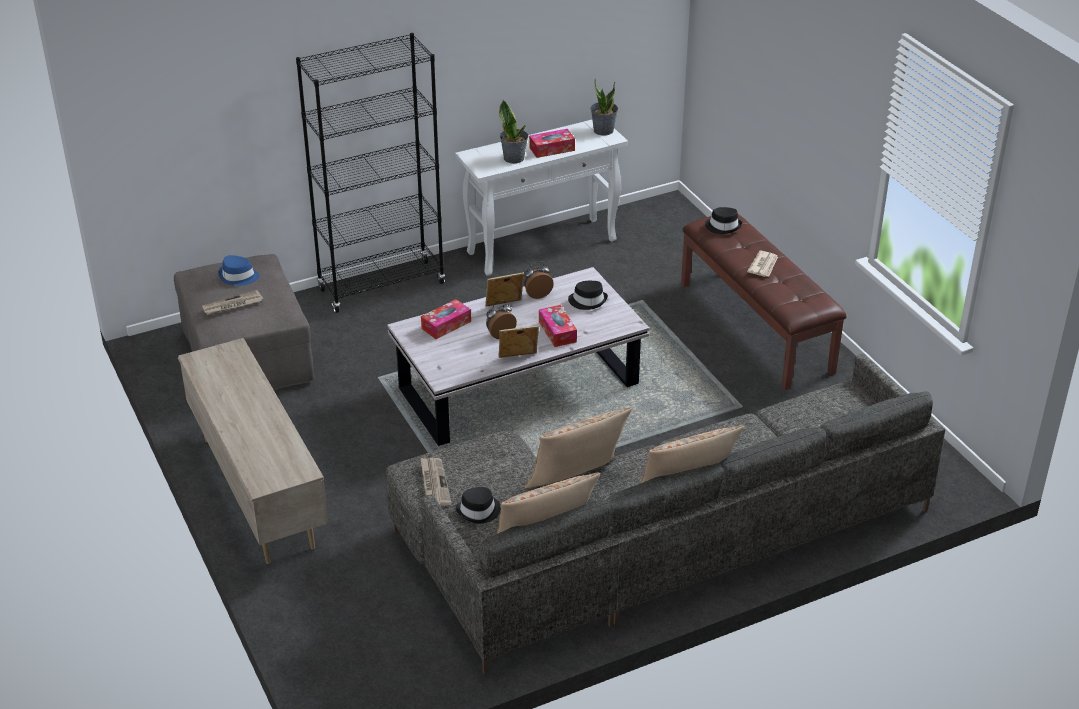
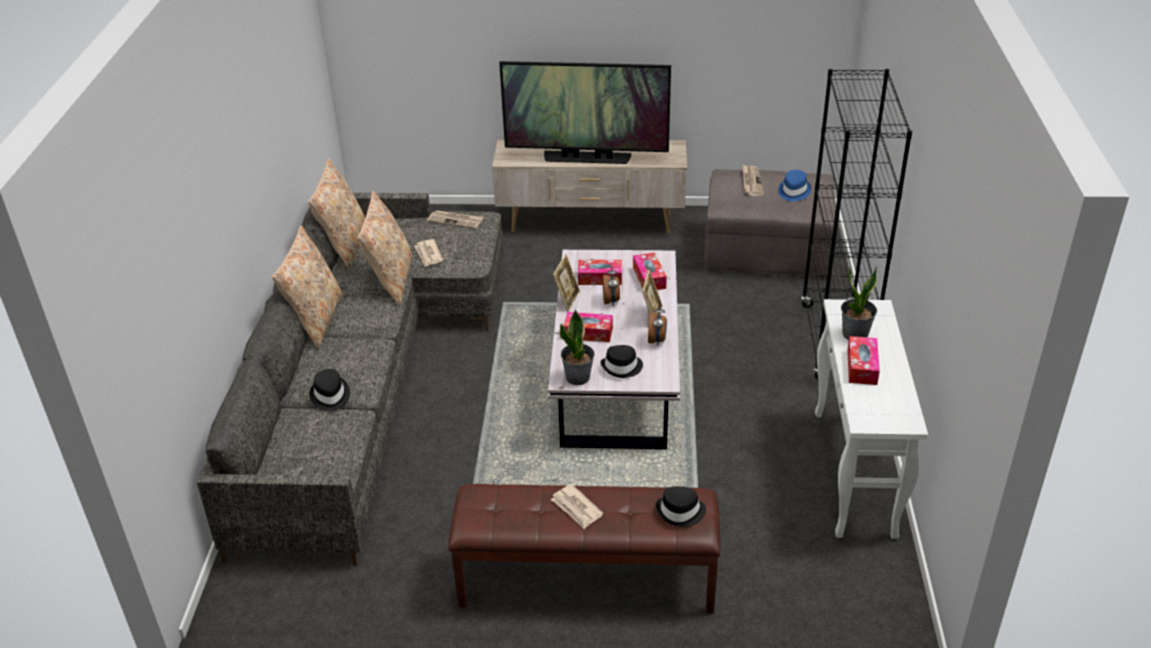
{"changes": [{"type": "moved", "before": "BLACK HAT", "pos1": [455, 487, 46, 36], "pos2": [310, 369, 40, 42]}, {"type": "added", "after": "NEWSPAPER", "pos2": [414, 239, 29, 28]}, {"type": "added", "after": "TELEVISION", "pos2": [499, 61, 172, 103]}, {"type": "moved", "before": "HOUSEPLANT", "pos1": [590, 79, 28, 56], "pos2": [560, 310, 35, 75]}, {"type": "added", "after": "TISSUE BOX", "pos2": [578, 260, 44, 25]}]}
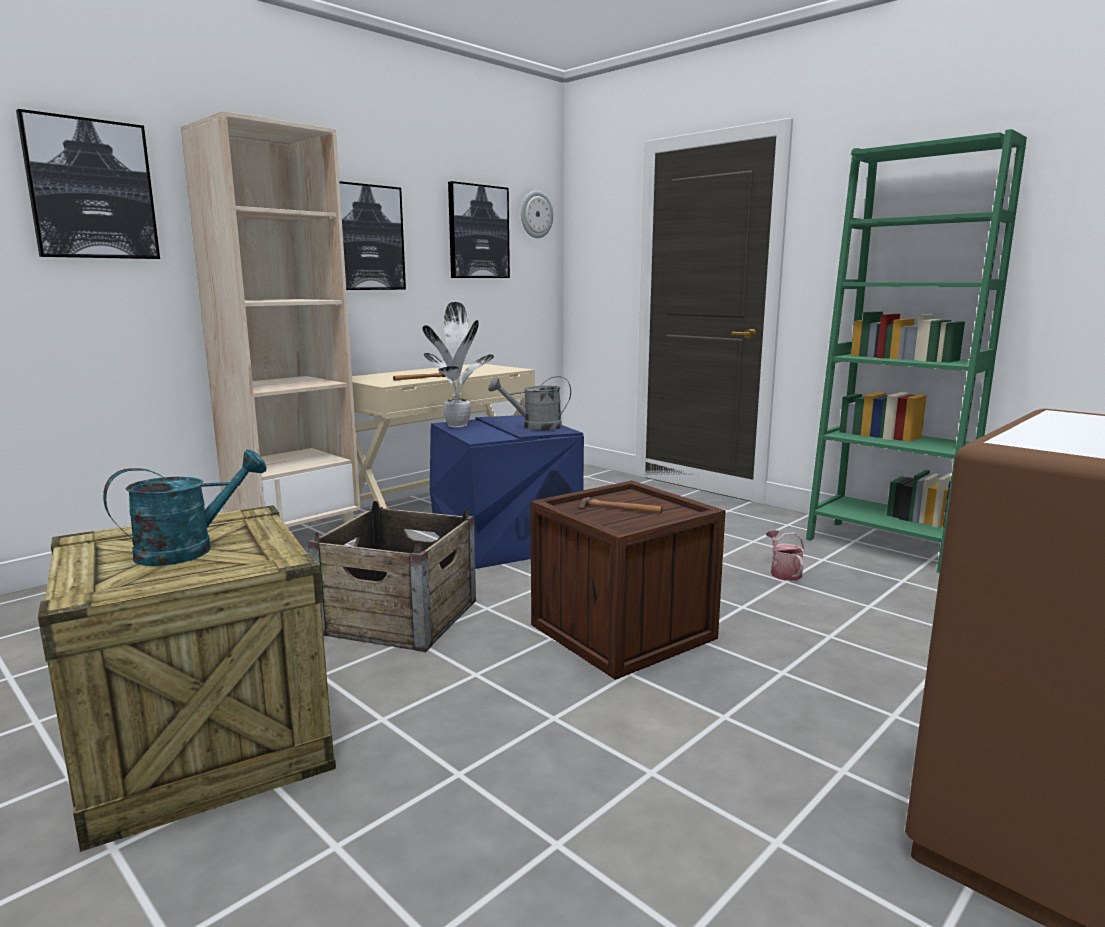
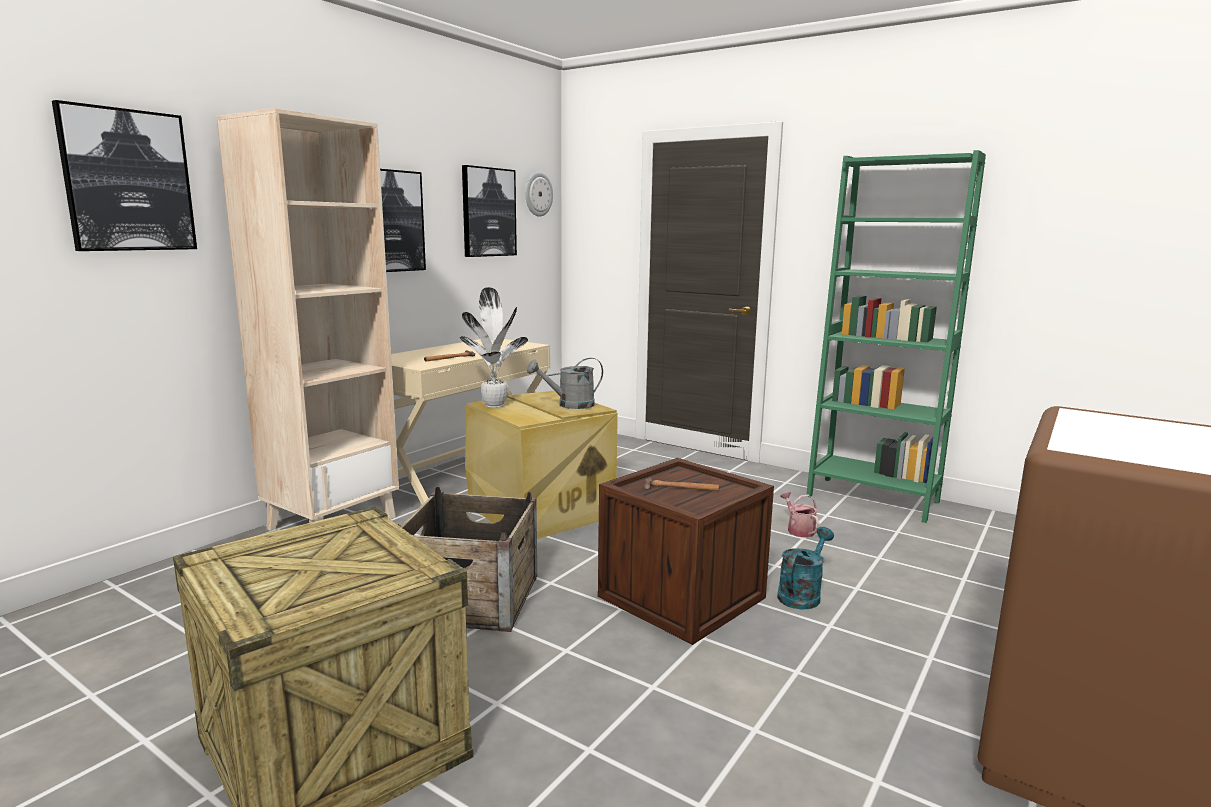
{"changes": [{"type": "recoloured", "before": "BLUE-COLOURED STORAGE CONTAINER", "after": "BEIGE STORAGE CONTAINER", "pos1": [430, 415, 154, 154], "pos2": [465, 391, 153, 148]}, {"type": "moved", "before": "BLUE-GREEN SPRINKLING CAN", "pos1": [103, 449, 164, 117], "pos2": [777, 527, 57, 82]}]}
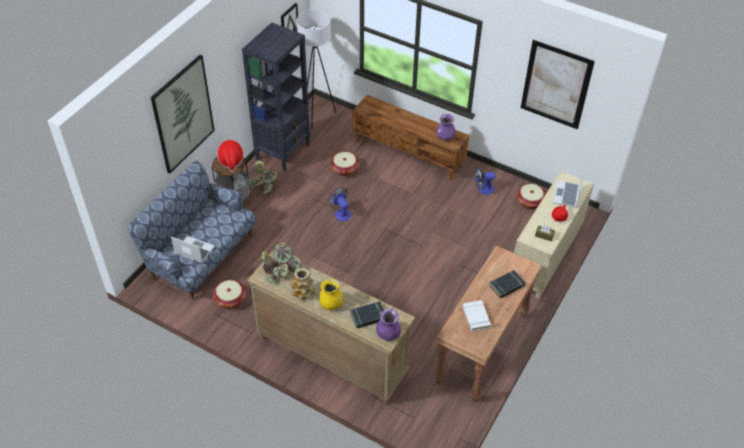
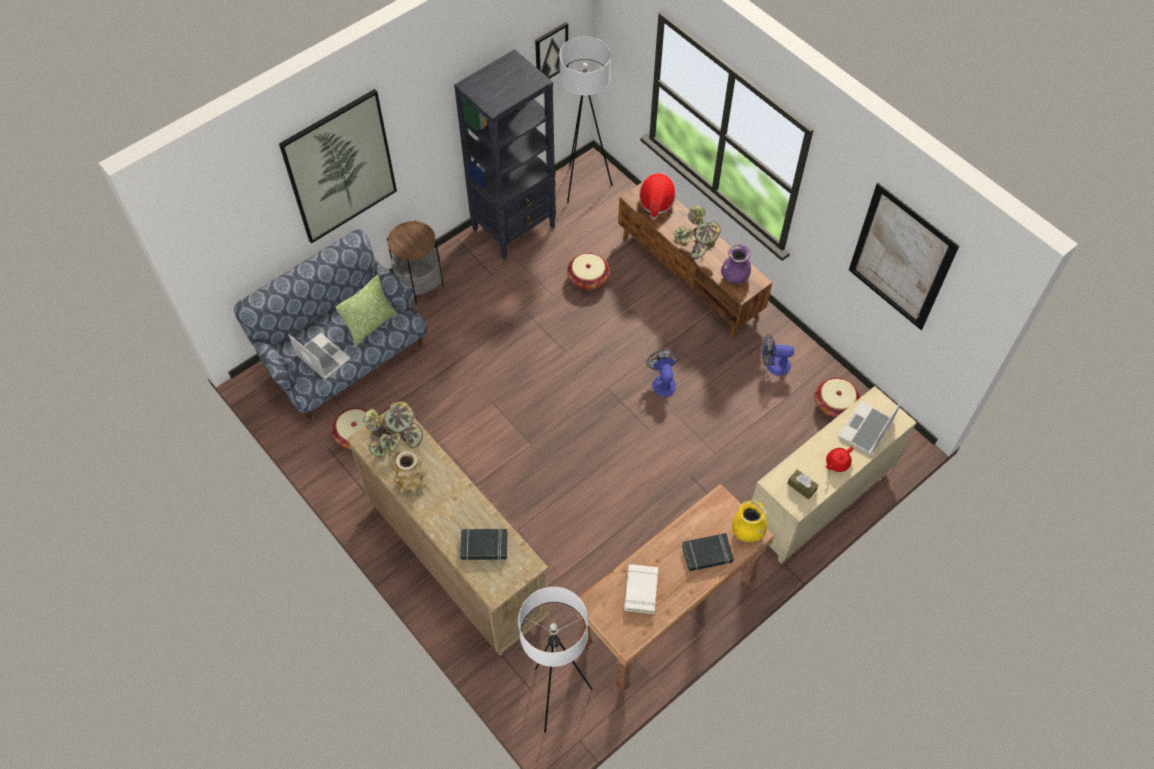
{"changes": [{"type": "added", "after": "CUSHION", "pos2": [335, 275, 62, 72]}, {"type": "added", "after": "WHITISH STANDARD LAMP", "pos2": [518, 587, 75, 146]}, {"type": "moved", "before": "HAT", "pos1": [217, 140, 27, 32], "pos2": [639, 173, 37, 47]}, {"type": "moved", "before": "ELECTRIC FAN", "pos1": [328, 188, 23, 33], "pos2": [646, 349, 33, 48]}, {"type": "moved", "before": "HOUSEPLANT", "pos1": [249, 161, 29, 34], "pos2": [674, 206, 47, 53]}, {"type": "moved", "before": "YELLOWISH VASE", "pos1": [319, 279, 25, 31], "pos2": [732, 500, 35, 42]}, {"type": "removed", "before": "PURPLE-COLOURED VASE", "pos1": [376, 309, 25, 32]}]}
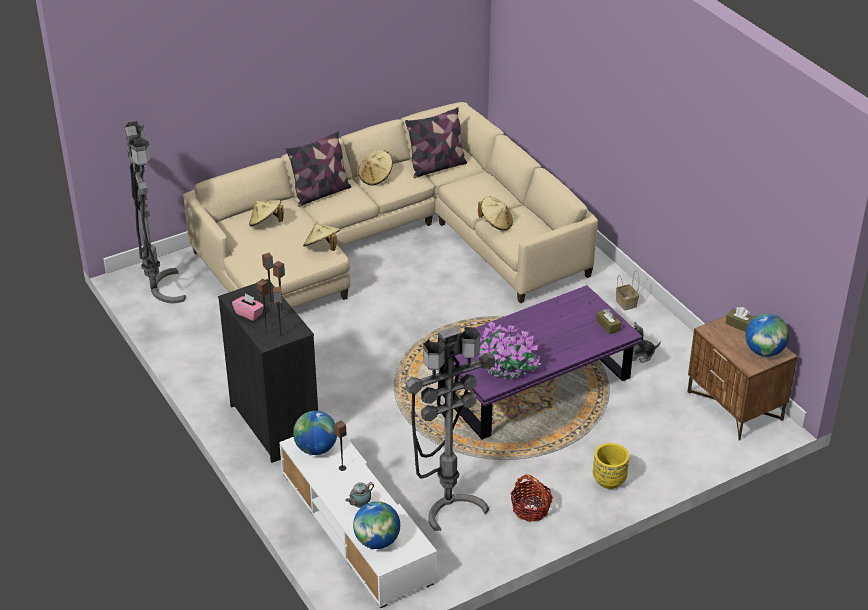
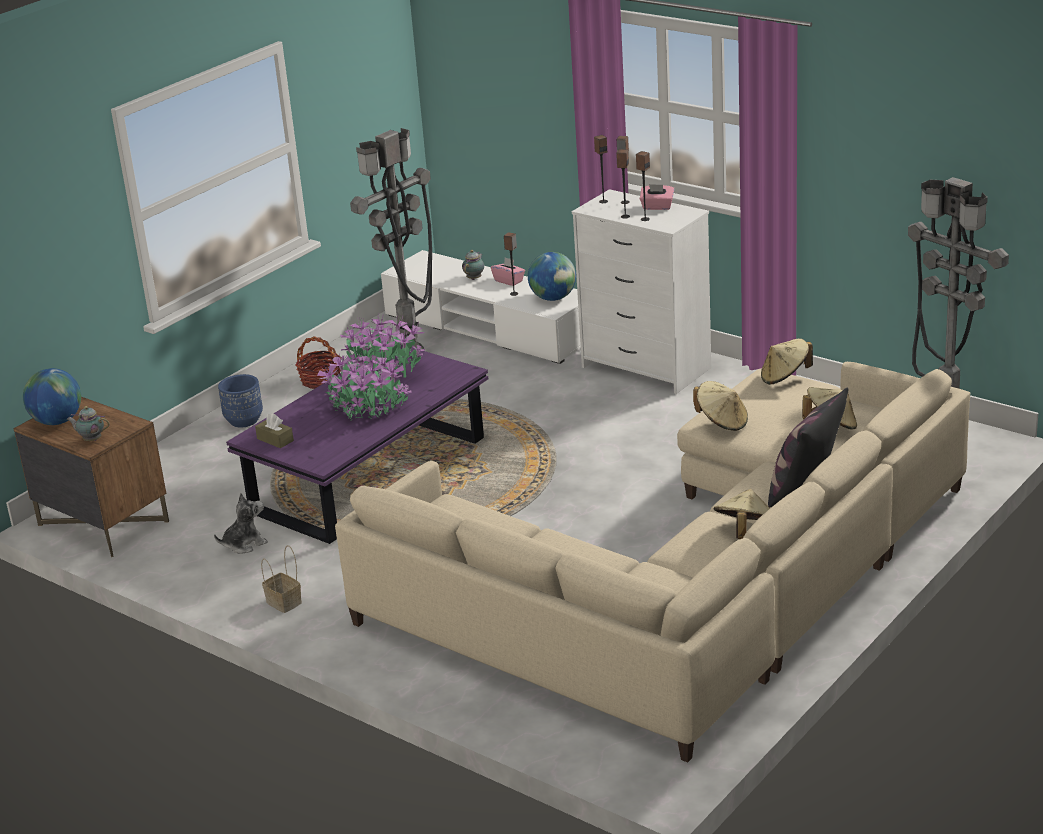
{"changes": [{"type": "replaced", "before": "BROWN-COLOURED TISSUE BOX", "after": "TEA POT", "pos1": [725, 307, 30, 25], "pos2": [66, 406, 44, 35]}, {"type": "recoloured", "before": "YELLOWISH FLOWER POT", "after": "BLUE-COLOURED FLOWER POT", "pos1": [593, 443, 36, 46], "pos2": [218, 374, 45, 54]}, {"type": "added", "after": "HOUSEPLANT", "pos2": [317, 350, 95, 71]}, {"type": "added", "after": "PINK-COLOURED TISSUE BOX", "pos2": [491, 257, 34, 29]}, {"type": "recoloured", "before": "BLACK DRAWER CHEST", "after": "WHITISH DRAWER CHEST", "pos1": [218, 279, 100, 184], "pos2": [572, 189, 139, 205]}, {"type": "moved", "before": "BEIGE HAT", "pos1": [478, 197, 35, 34], "pos2": [761, 339, 52, 46]}, {"type": "removed", "before": "DESK GLOBE", "pos1": [353, 501, 47, 48]}, {"type": "removed", "before": "CUSHION", "pos1": [405, 107, 62, 71]}]}
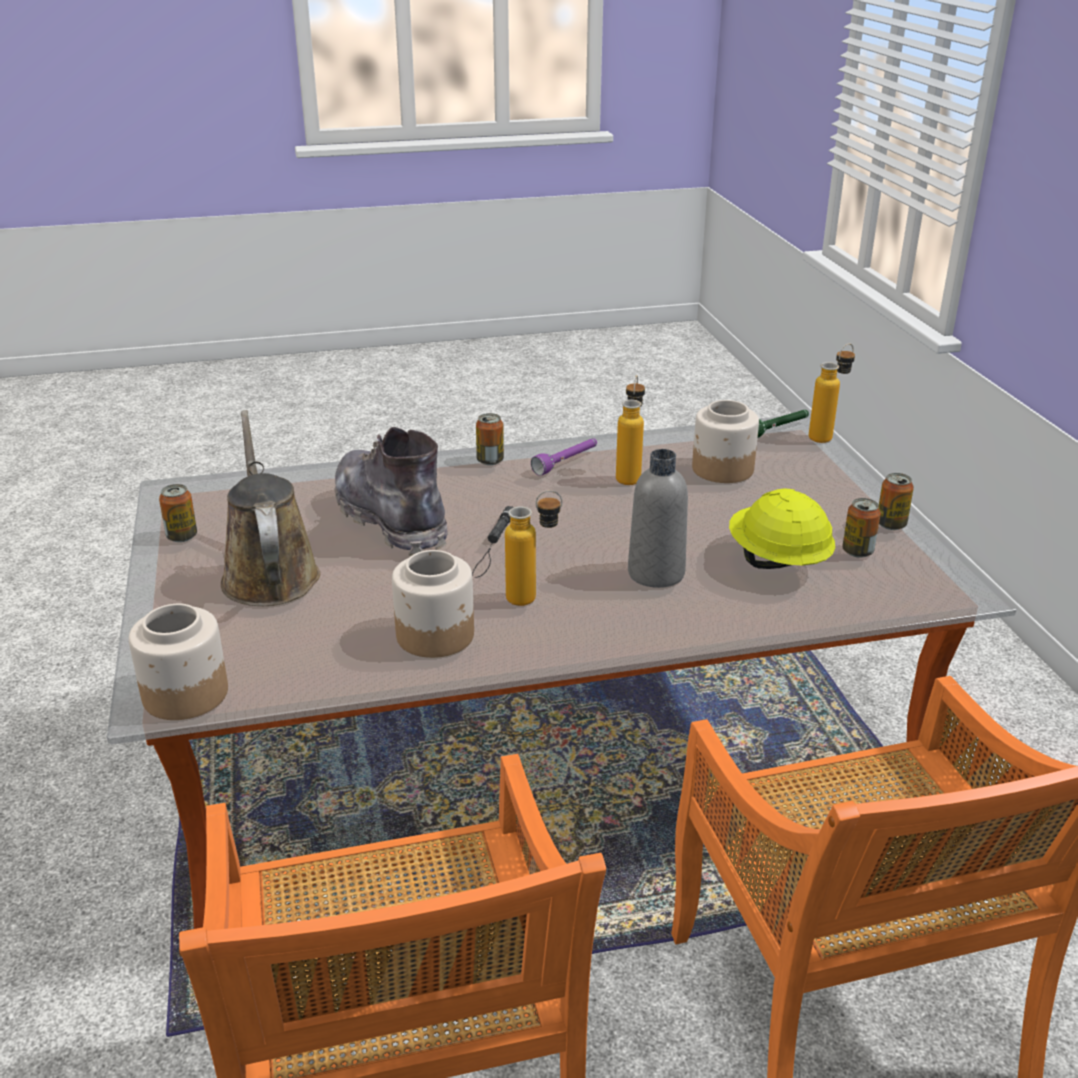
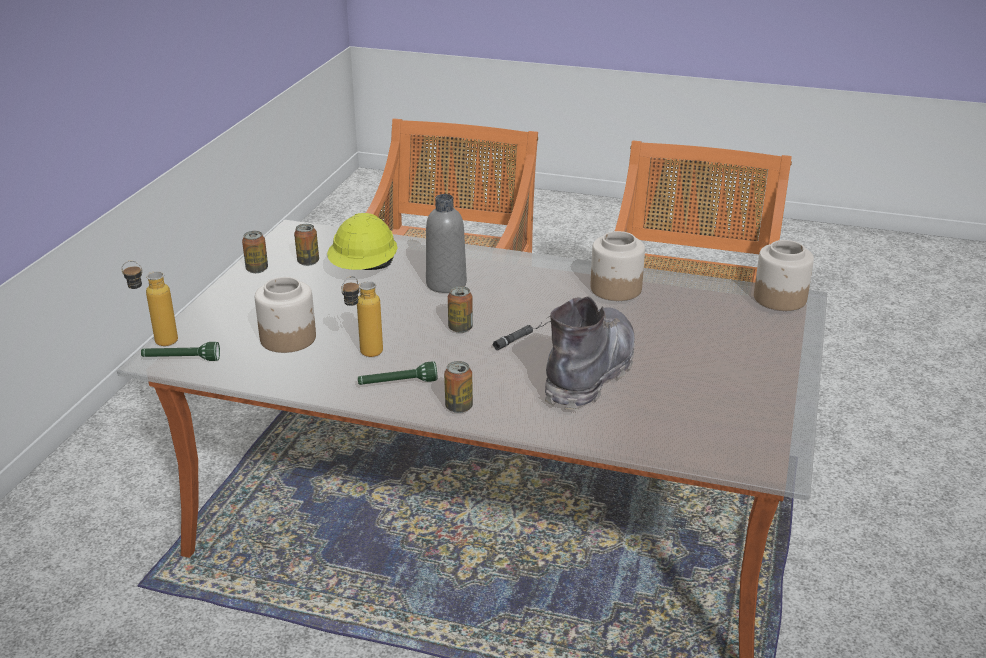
{"changes": [{"type": "recoloured", "before": "PURPLE-COLOURED HAND TORCH", "after": "GREENISH HAND TORCH", "pos1": [531, 438, 66, 38], "pos2": [358, 361, 79, 24]}, {"type": "moved", "before": "CAN", "pos1": [159, 484, 38, 58], "pos2": [448, 286, 25, 47]}, {"type": "turned", "before": "GRAY TALL BOOT", "pos1": [334, 427, 114, 129], "pos2": [545, 296, 90, 115], "turn": -150}, {"type": "removed", "before": "BROWN-COLOURED SPRINKLING CAN", "pos1": [221, 410, 99, 196]}, {"type": "removed", "before": "BEVERAGE BOTTLE", "pos1": [505, 490, 57, 116]}]}
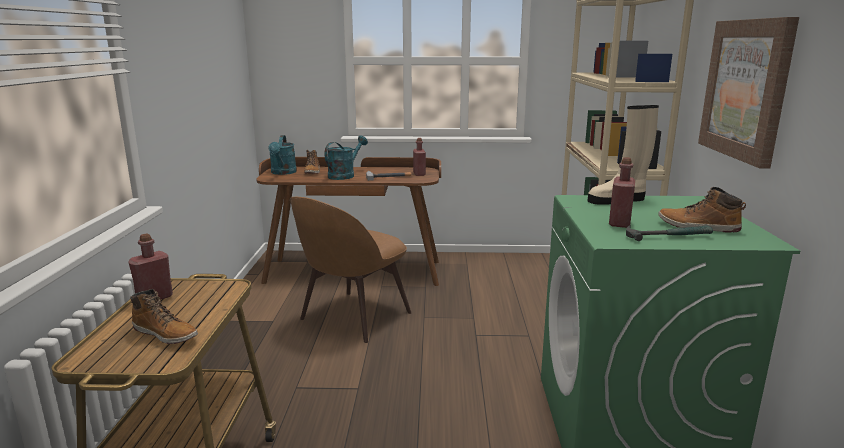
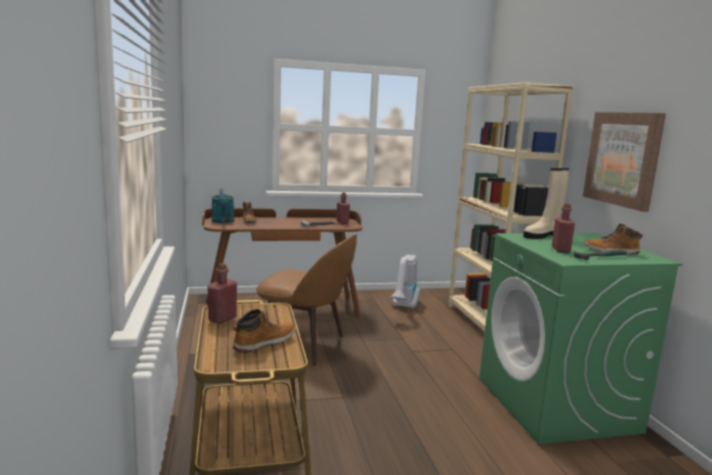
{"changes": [{"type": "turned", "before": "TALL BOOT", "pos1": [130, 289, 68, 55], "pos2": [233, 309, 63, 44], "turn": -60}, {"type": "turned", "before": "BROWN-COLOURED UPRIGHT CHAIR", "pos1": [290, 197, 121, 146], "pos2": [255, 234, 102, 131], "turn": -90}, {"type": "added", "after": "HOOVER", "pos2": [390, 255, 30, 54]}, {"type": "removed", "before": "BLUE-GREEN SPRINKLING CAN", "pos1": [324, 136, 44, 44]}]}
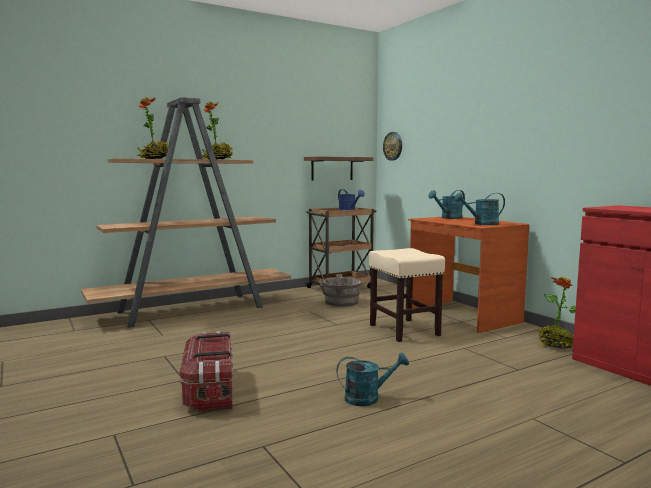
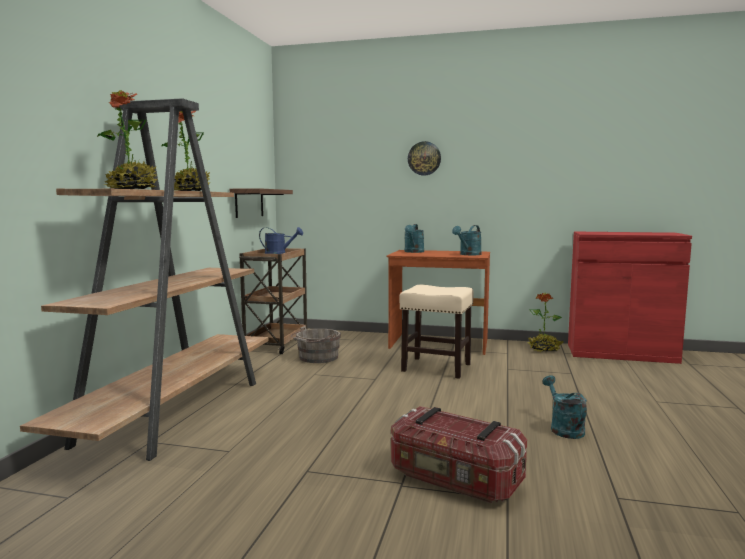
{"changes": [{"type": "moved", "before": "WALL CLOCK", "pos1": [383, 132, 19, 29], "pos2": [408, 141, 33, 35]}, {"type": "turned", "before": "BLUE-GREEN SPRINKLING CAN", "pos1": [336, 352, 73, 54], "pos2": [542, 375, 45, 64], "turn": -45}]}
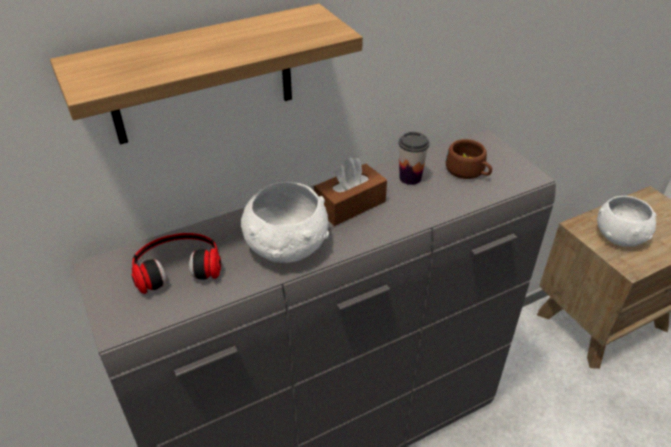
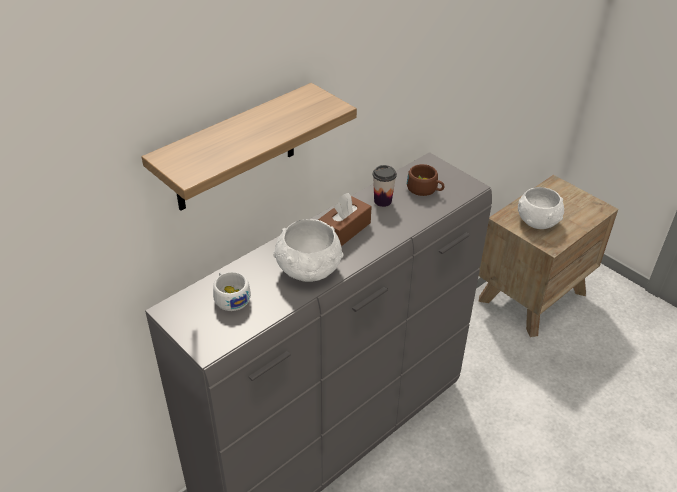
{"changes": [{"type": "replaced", "before": "HEADSET", "after": "WHITISH CUP", "pos1": [131, 233, 90, 61], "pos2": [213, 272, 38, 39]}]}
